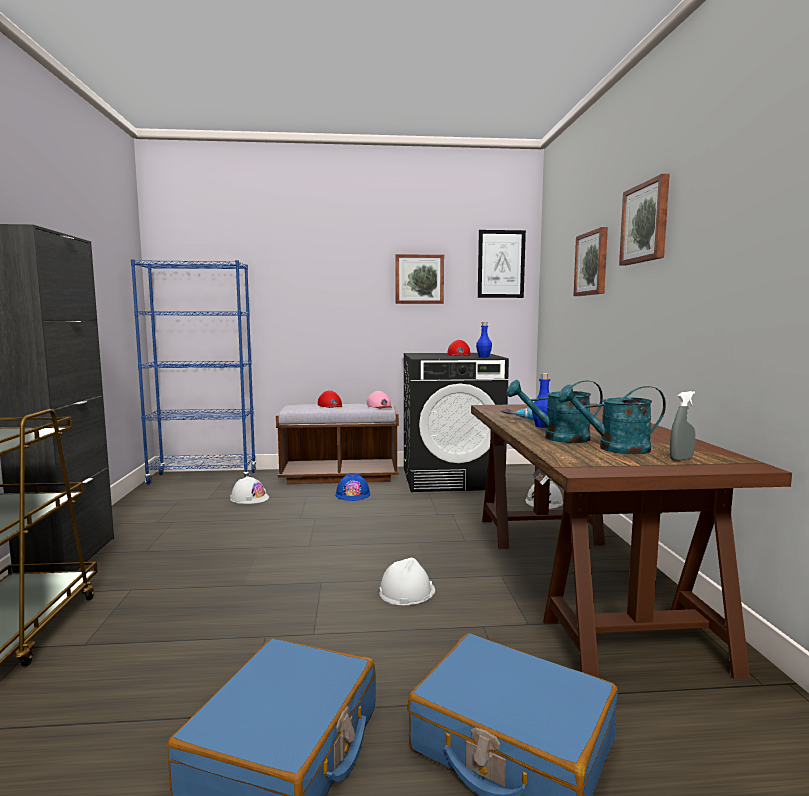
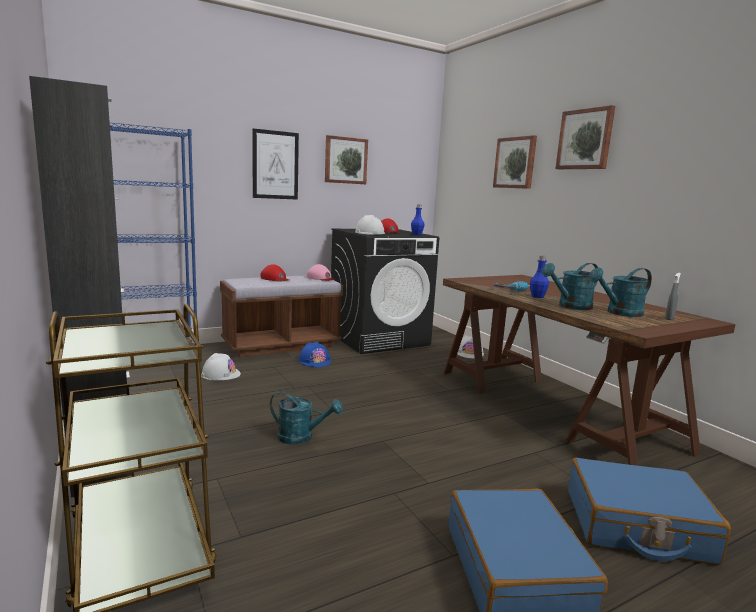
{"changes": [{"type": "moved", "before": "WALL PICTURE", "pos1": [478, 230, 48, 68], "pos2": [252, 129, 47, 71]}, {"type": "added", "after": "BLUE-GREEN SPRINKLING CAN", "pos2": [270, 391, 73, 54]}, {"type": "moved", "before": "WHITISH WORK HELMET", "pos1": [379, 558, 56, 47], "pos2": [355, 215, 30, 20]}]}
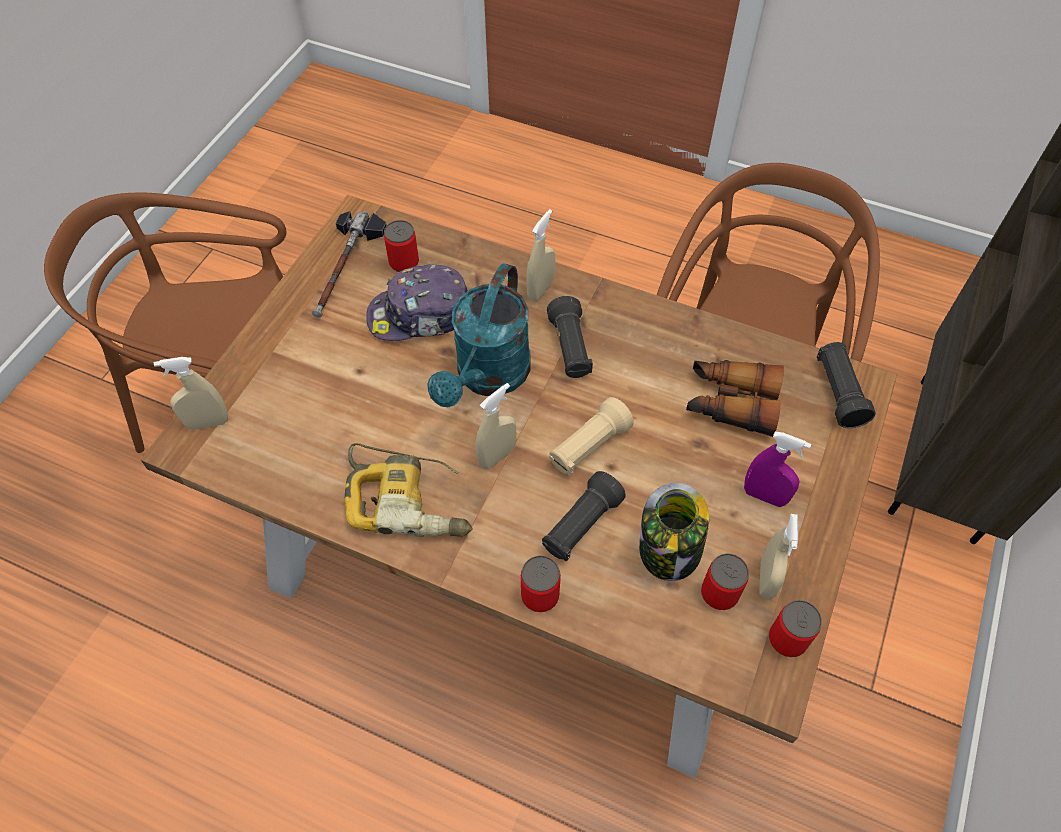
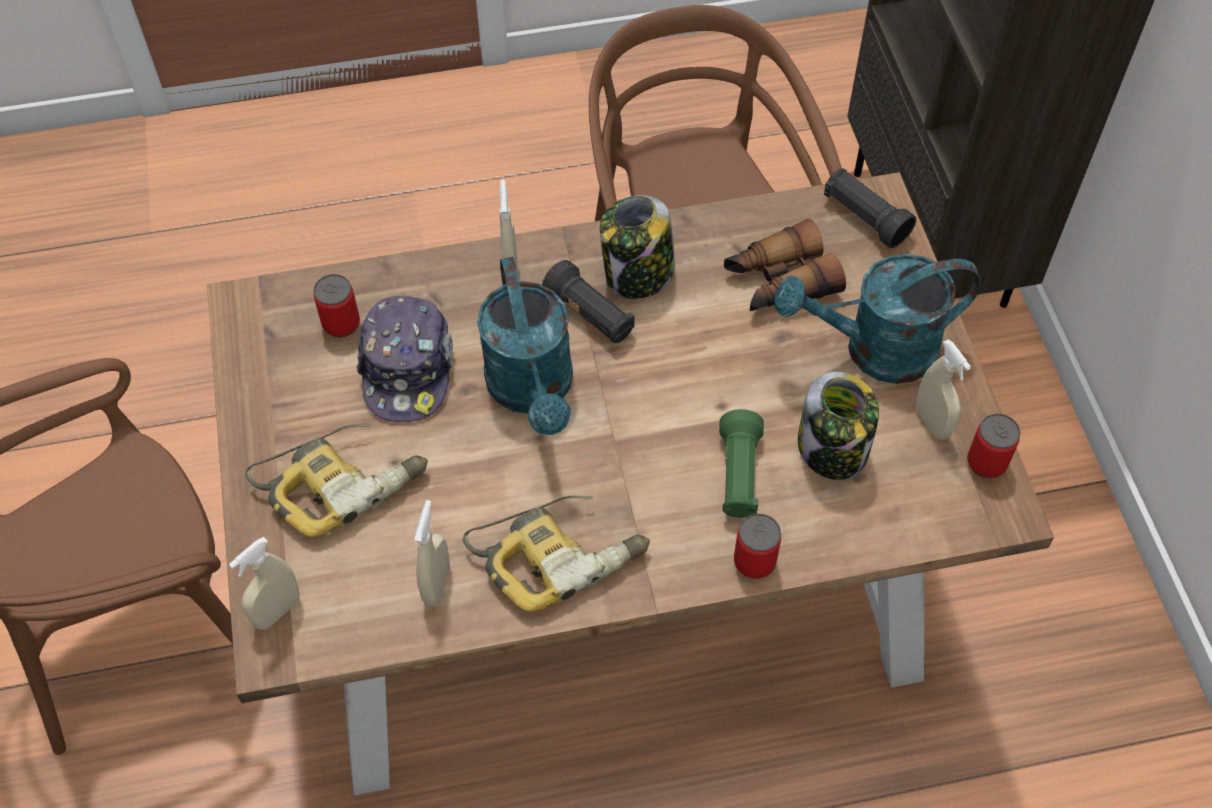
{"changes": [{"type": "added", "after": "POWER DRILL", "pos2": [245, 423, 183, 114]}, {"type": "turned", "before": "PEAKED CAP", "pos1": [366, 264, 102, 77], "pos2": [356, 296, 97, 126], "turn": -45}, {"type": "moved", "before": "BEIGE HAND SPRAYER", "pos1": [476, 383, 40, 86], "pos2": [414, 500, 36, 107]}, {"type": "added", "after": "JAR", "pos2": [600, 195, 75, 104]}, {"type": "recoloured", "before": "BLACK HAND TORCH", "after": "GREENISH HAND TORCH", "pos1": [542, 471, 83, 90], "pos2": [719, 409, 45, 109]}, {"type": "replaced", "before": "PURPLE-COLOURED HAND SPRAYER", "after": "BLUE-GREEN SPRINKLING CAN", "pos1": [744, 432, 68, 75], "pos2": [774, 254, 207, 130]}, {"type": "removed", "before": "HAMMER", "pos1": [312, 211, 75, 107]}, {"type": "removed", "before": "BEIGE HAND TORCH", "pos1": [549, 397, 85, 79]}, {"type": "removed", "before": "CAN", "pos1": [701, 554, 48, 56]}]}
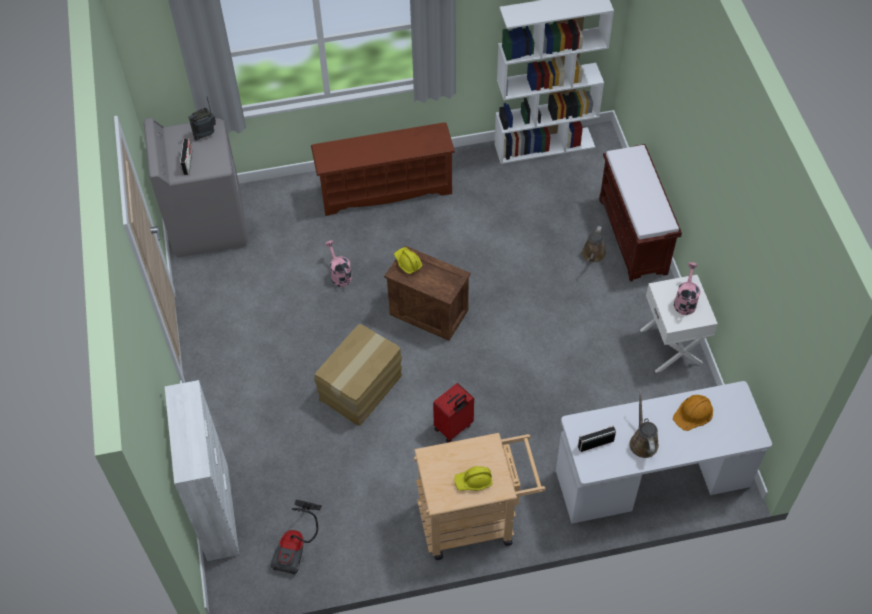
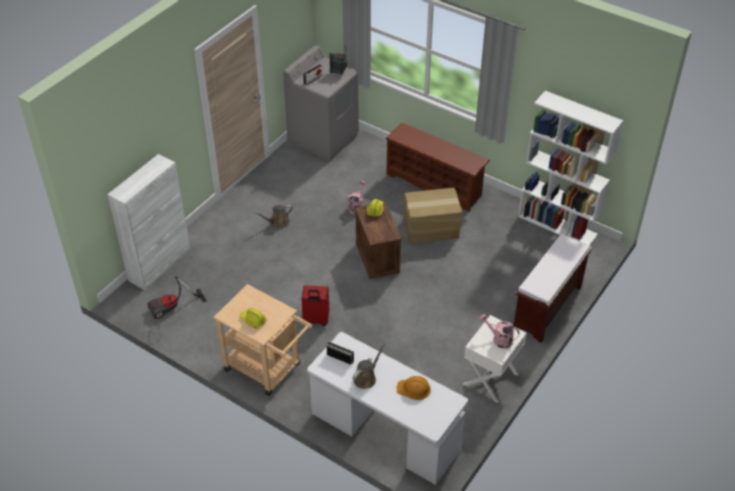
{"changes": [{"type": "moved", "before": "BROWN-COLOURED SPRINKLING CAN", "pos1": [582, 226, 24, 37], "pos2": [255, 204, 38, 24]}, {"type": "moved", "before": "PACKING BOX", "pos1": [314, 324, 88, 102], "pos2": [403, 188, 59, 55]}, {"type": "turned", "before": "PINK-COLOURED SPRINKLING CAN", "pos1": [674, 262, 26, 53], "pos2": [479, 314, 40, 34], "turn": -120}]}
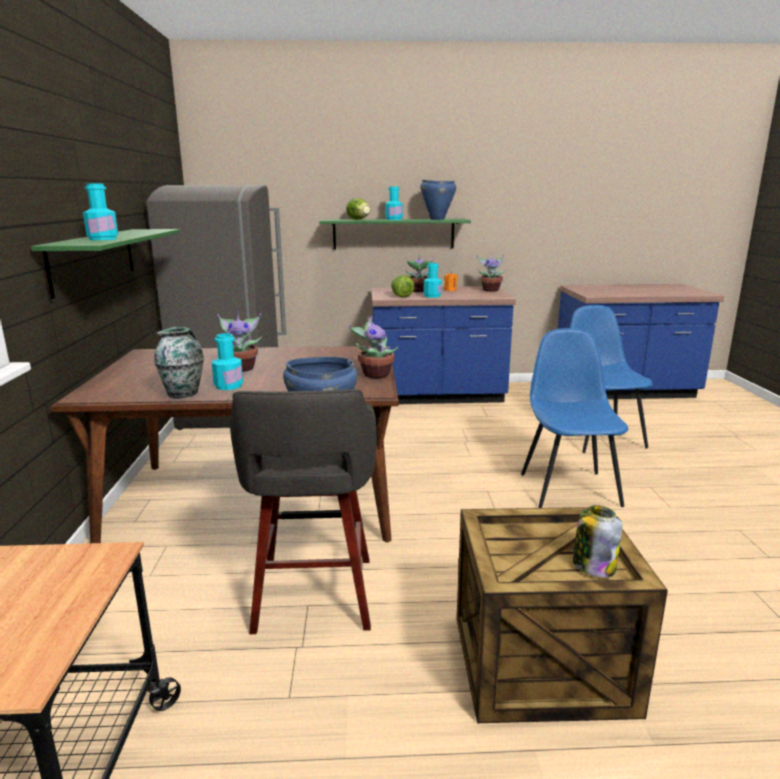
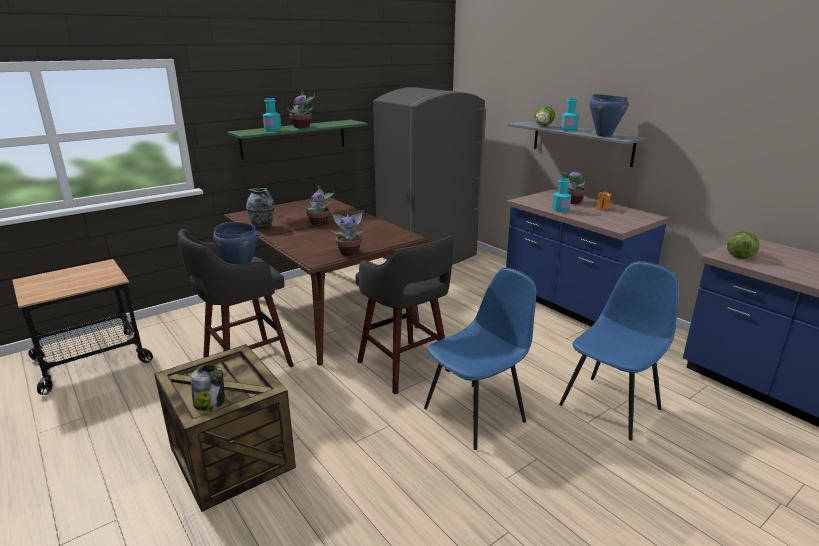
{"changes": [{"type": "moved", "before": "HOUSEPLANT", "pos1": [476, 253, 30, 39], "pos2": [287, 90, 28, 38]}, {"type": "added", "after": "GRAY STOOL", "pos2": [355, 236, 99, 158]}, {"type": "recoloured", "before": "GREENISH SHELF", "after": "GRAY SHELF", "pos1": [319, 219, 152, 30], "pos2": [508, 121, 140, 46]}, {"type": "moved", "before": "LETTUCE HEAD", "pos1": [391, 275, 23, 23], "pos2": [727, 231, 32, 28]}, {"type": "removed", "before": "BLUE-GREEN BEVERAGE BOTTLE", "pos1": [212, 333, 31, 57]}]}
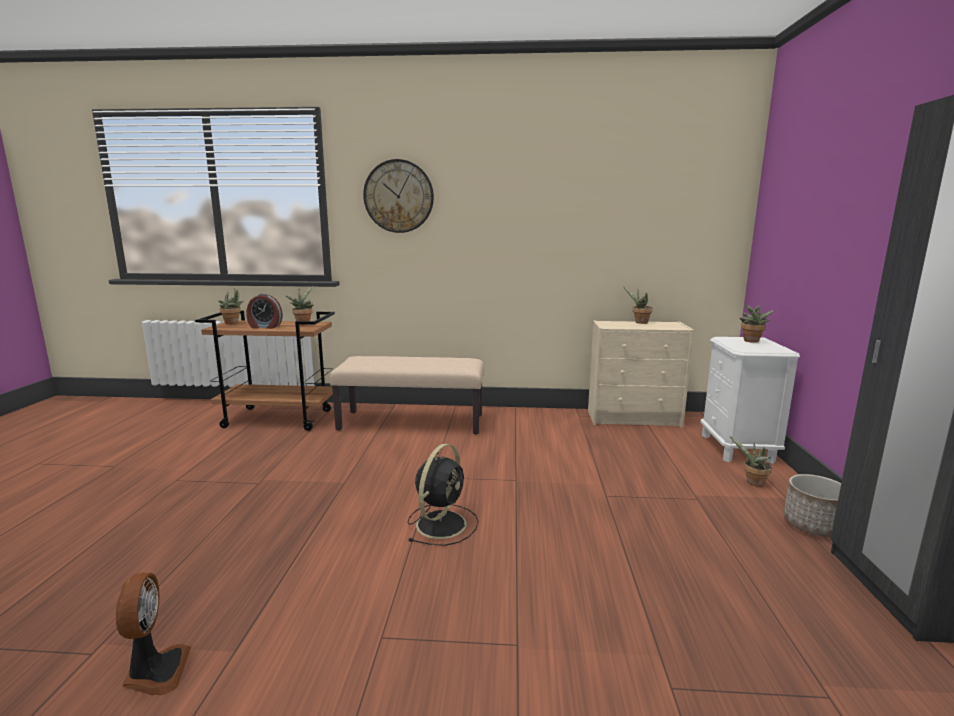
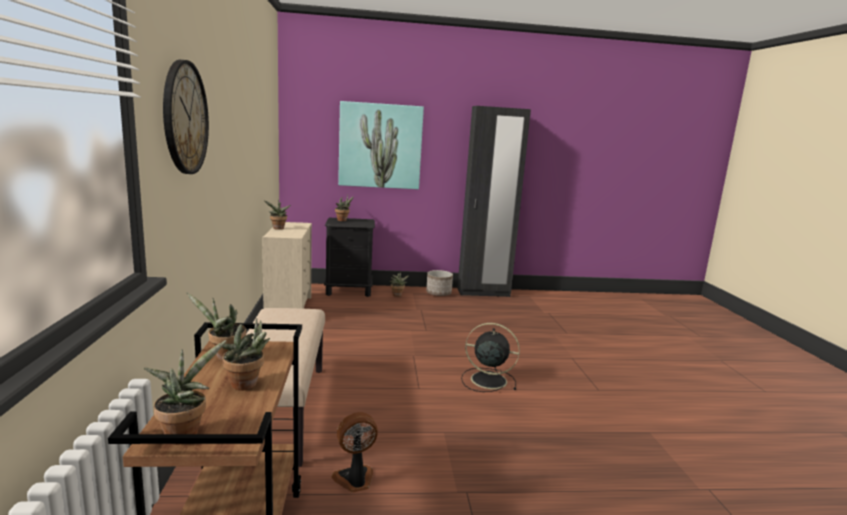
{"changes": [{"type": "replaced", "before": "BEDSIDE CLOCK", "after": "HOUSEPLANT", "pos1": [246, 294, 37, 35], "pos2": [222, 318, 48, 73]}, {"type": "recoloured", "before": "WHITISH NIGHT TABLE", "after": "BLACK NIGHT TABLE", "pos1": [700, 337, 100, 127], "pos2": [324, 218, 51, 79]}, {"type": "moved", "before": "ELECTRIC FAN", "pos1": [116, 573, 75, 122], "pos2": [331, 412, 47, 81]}, {"type": "added", "after": "WALL PICTURE", "pos2": [338, 101, 86, 88]}]}
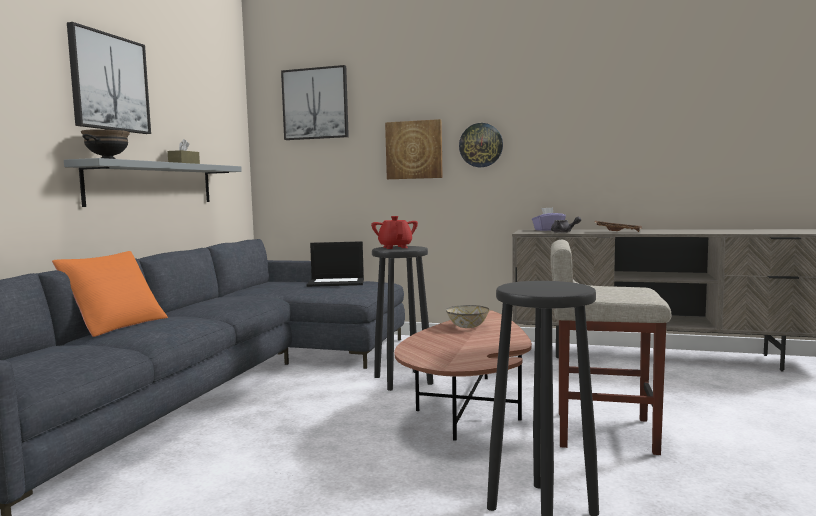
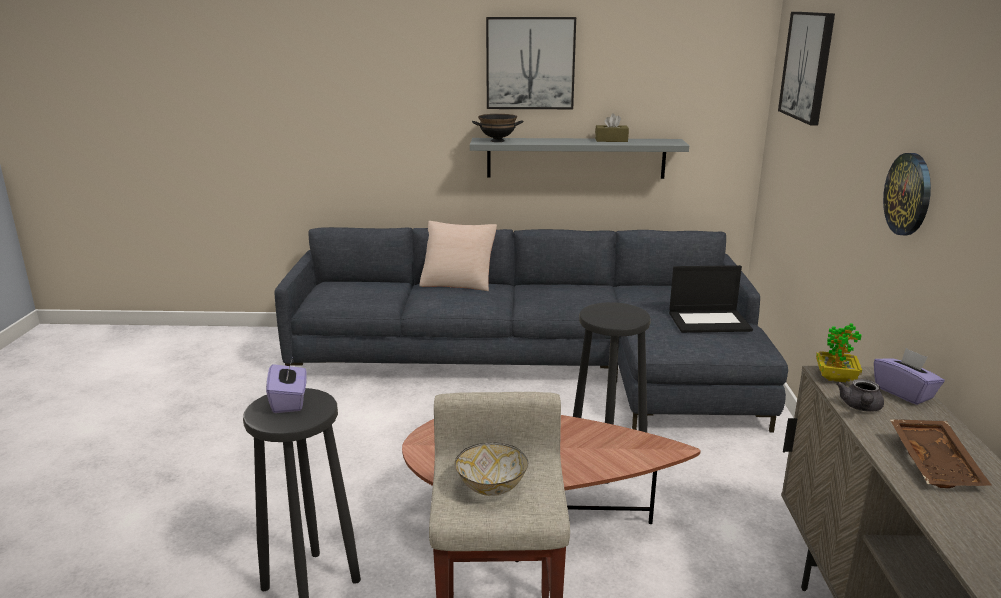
{"changes": [{"type": "added", "after": "PURPLE-COLOURED TISSUE BOX", "pos2": [266, 358, 41, 55]}, {"type": "recoloured", "before": "ORANGE-COLOURED CUSHION", "after": "BEIGE CUSHION", "pos1": [52, 251, 116, 86], "pos2": [419, 221, 78, 70]}, {"type": "moved", "before": "BOWL", "pos1": [446, 305, 43, 23], "pos2": [454, 442, 74, 54]}, {"type": "turned", "before": "LAPTOP", "pos1": [307, 241, 57, 46], "pos2": [669, 265, 84, 68], "turn": -75}, {"type": "added", "after": "HOUSEPLANT", "pos2": [816, 323, 46, 59]}, {"type": "removed", "before": "RED-COLOURED TEA POT", "pos1": [371, 216, 47, 33]}, {"type": "removed", "before": "WALL PICTURE", "pos1": [385, 119, 58, 60]}]}
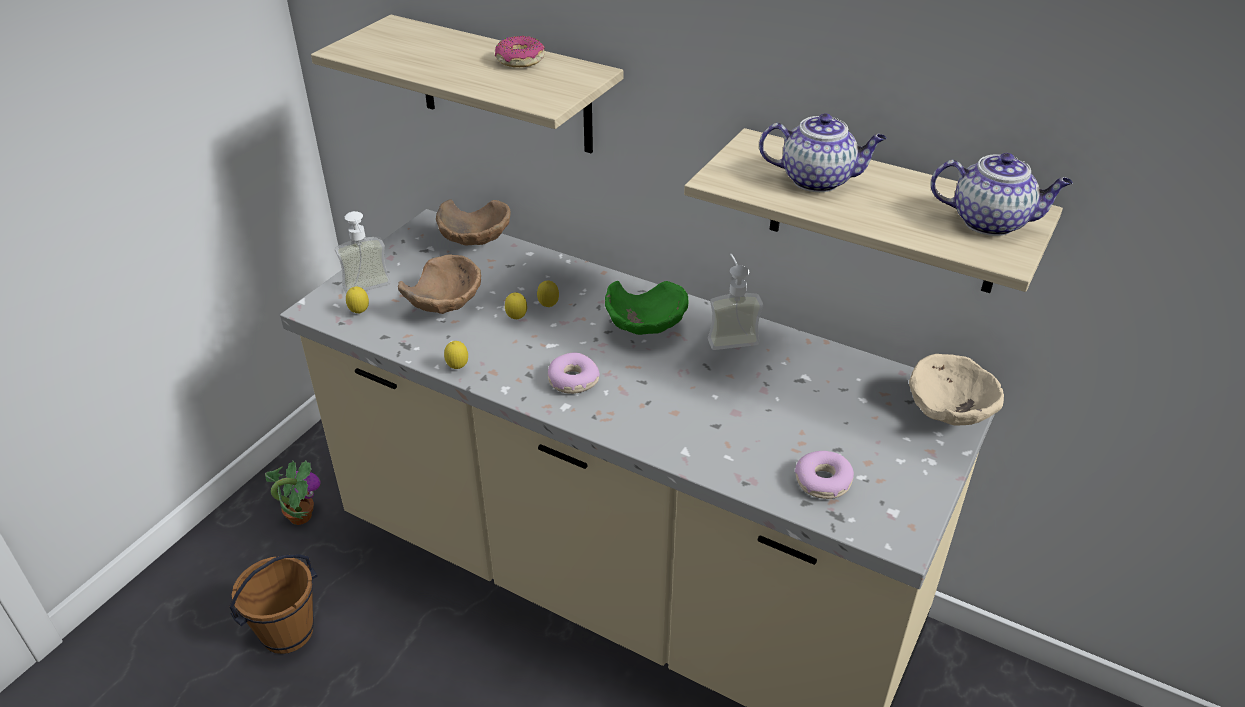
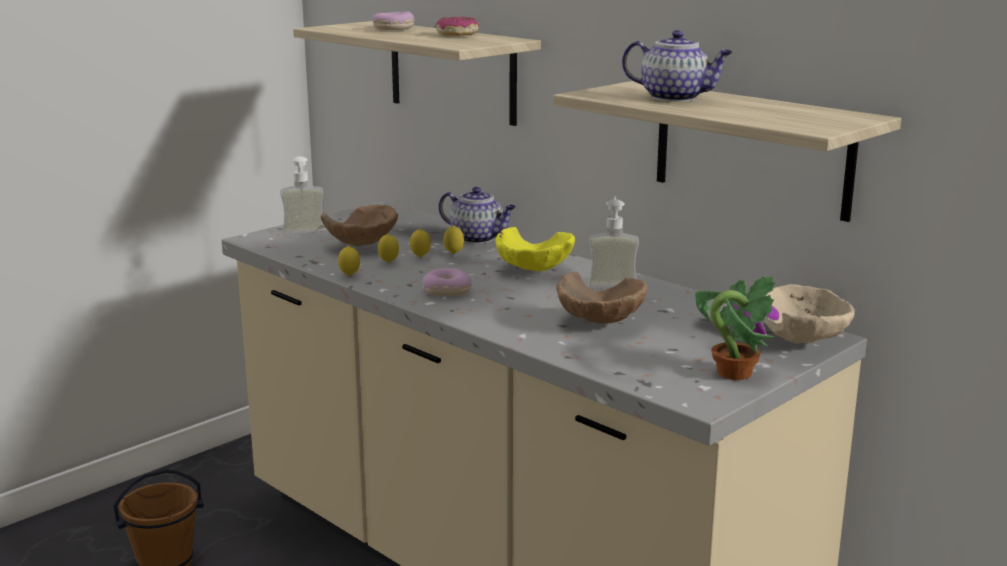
{"changes": [{"type": "moved", "before": "RING DOUGHNUT", "pos1": [795, 451, 59, 48], "pos2": [372, 11, 43, 19]}, {"type": "moved", "before": "WHOLE LEMON", "pos1": [346, 287, 23, 27], "pos2": [378, 234, 21, 29]}, {"type": "moved", "before": "TEA POT", "pos1": [931, 153, 142, 83], "pos2": [439, 187, 77, 57]}, {"type": "recoloured", "before": "GREENISH BOWL", "after": "YELLOWISH BOWL", "pos1": [605, 281, 83, 54], "pos2": [495, 227, 80, 44]}, {"type": "moved", "before": "BROWN-COLOURED BOWL", "pos1": [436, 199, 75, 46], "pos2": [556, 272, 92, 52]}, {"type": "moved", "before": "HOUSEPLANT", "pos1": [265, 461, 56, 64], "pos2": [695, 276, 84, 104]}]}
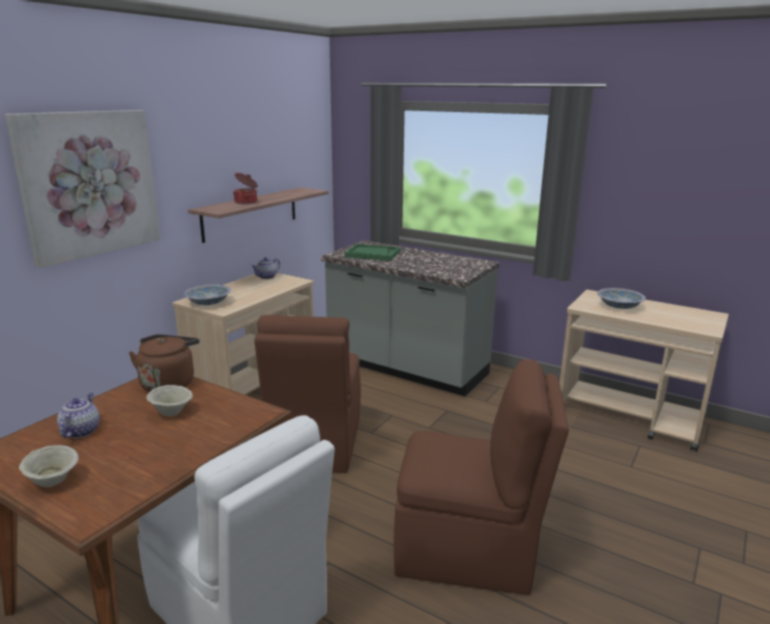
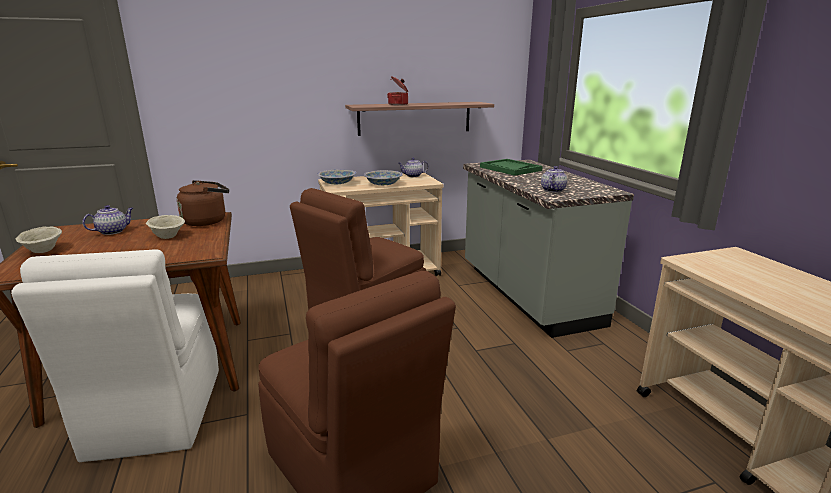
{"changes": [{"type": "moved", "before": "BOWL", "pos1": [597, 288, 49, 21], "pos2": [364, 170, 39, 15]}, {"type": "added", "after": "TEA POT", "pos2": [541, 166, 26, 27]}, {"type": "removed", "before": "WALL PICTURE", "pos1": [5, 110, 155, 158]}]}
